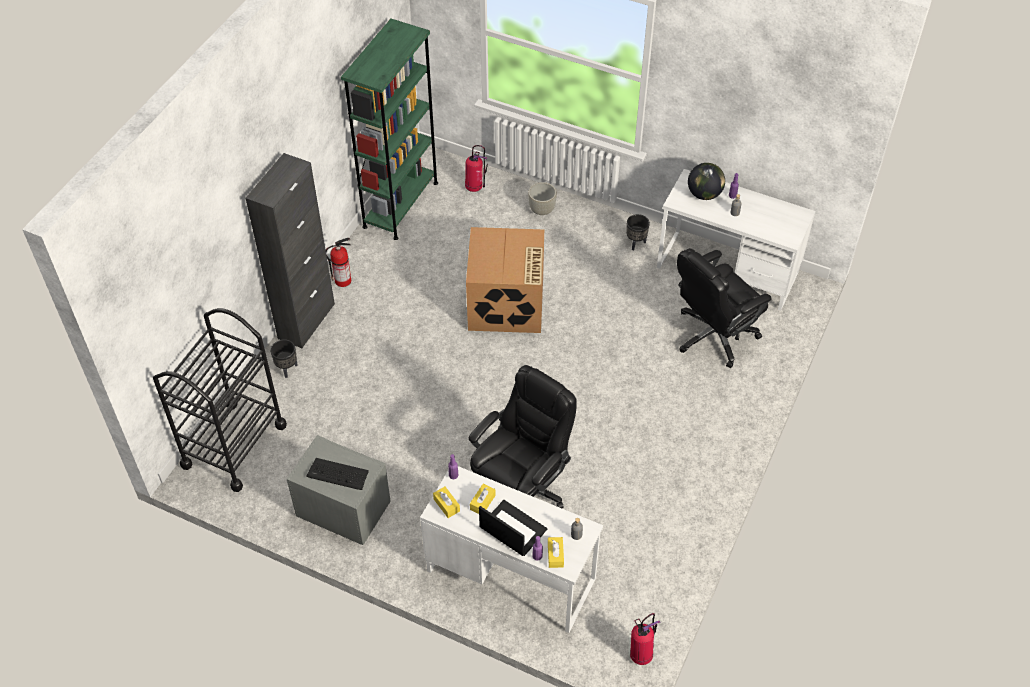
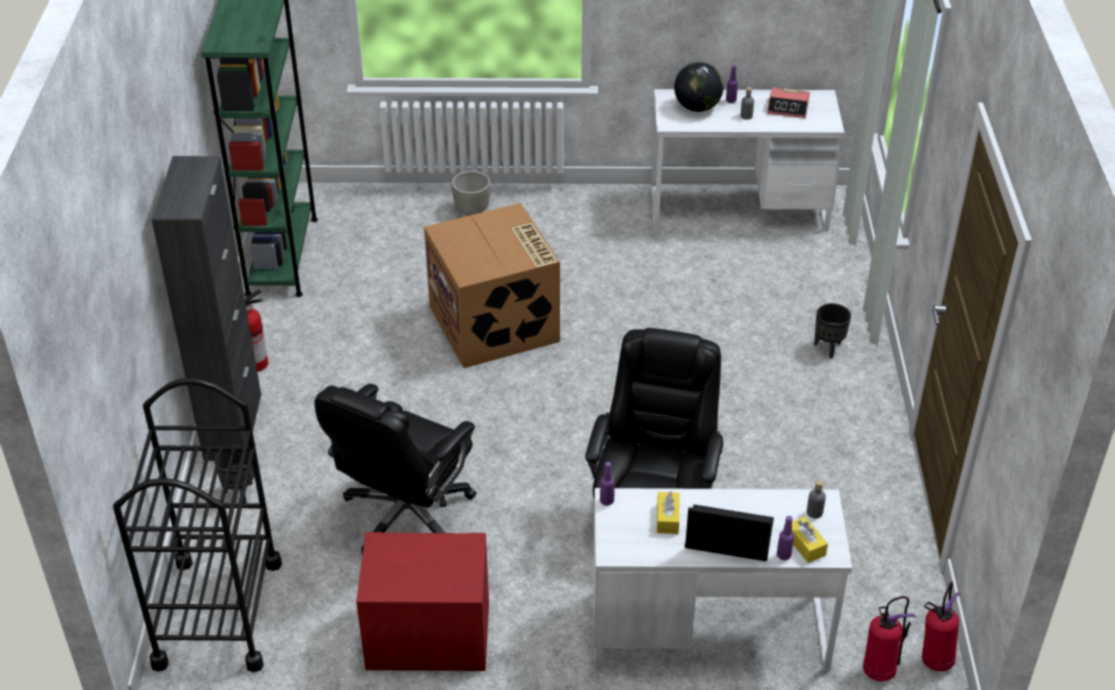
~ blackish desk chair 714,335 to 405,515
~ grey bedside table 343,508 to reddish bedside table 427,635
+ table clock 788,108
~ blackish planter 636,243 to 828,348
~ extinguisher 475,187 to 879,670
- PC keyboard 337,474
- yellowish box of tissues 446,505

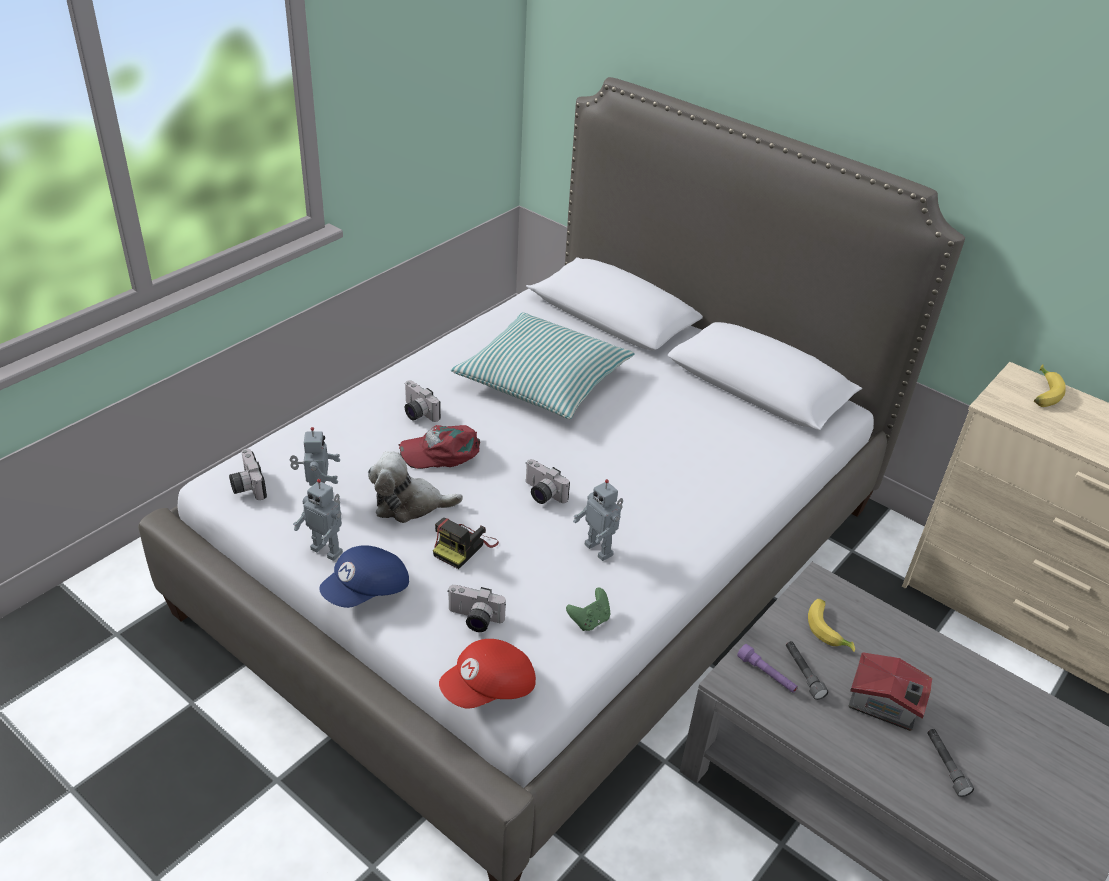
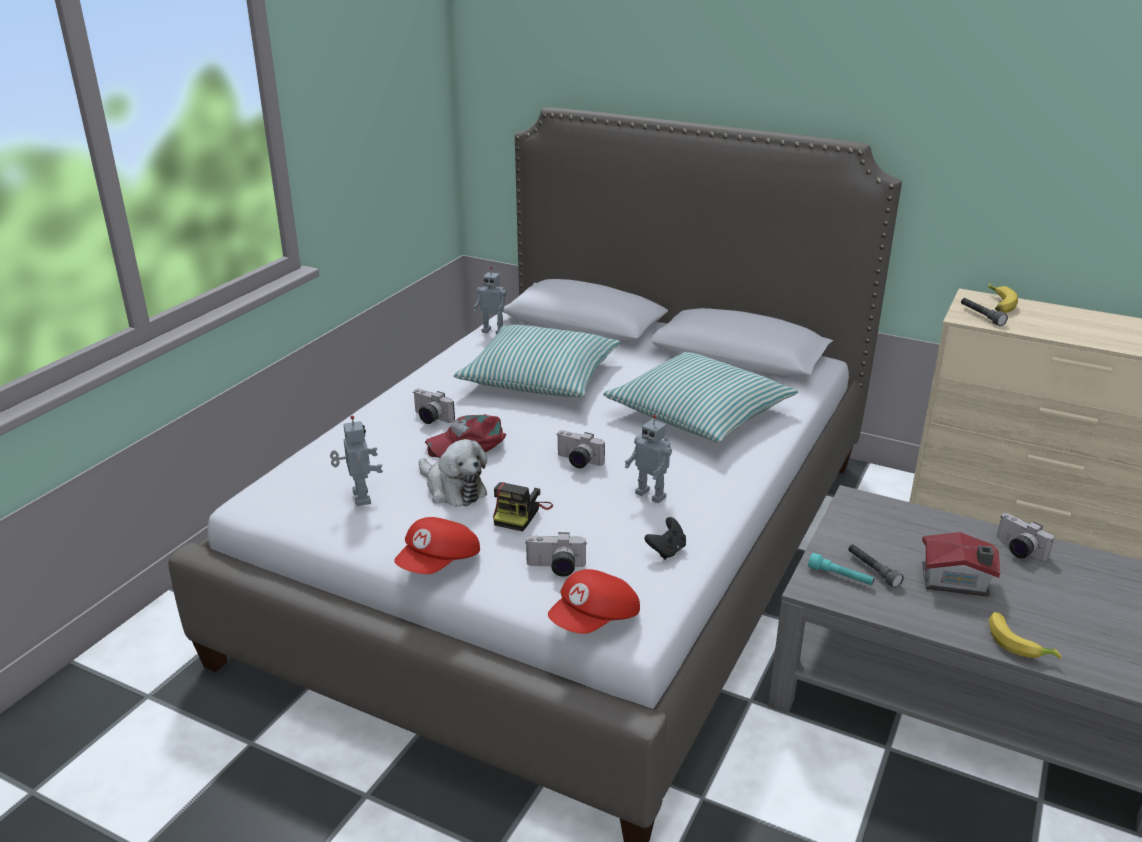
~ blue baseball cap 367,591 to reddish baseball cap 439,563
~ soft toy 409,504 = 453,489 120 degrees counterclockwise
~ model robot 328,550 to 494,331
+ cushion 699,413
~ green-coloured game controller 589,620 to blackish game controller 667,550
~ purplish hand torch 766,674 to turquoise hand torch 840,577
~ grey hand torch 945,766 to 981,316
~ banana fruit 829,630 to 1018,643
~ photo camera 246,485 to 1017,550

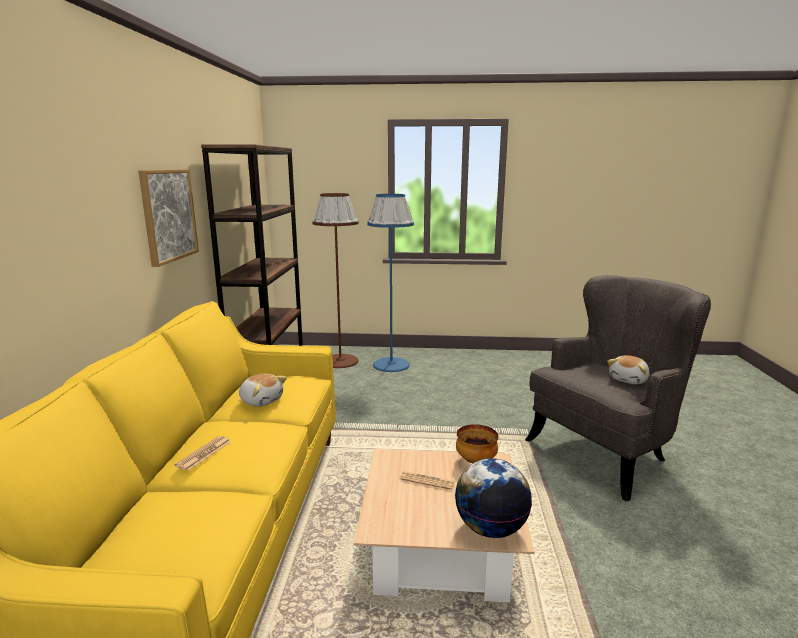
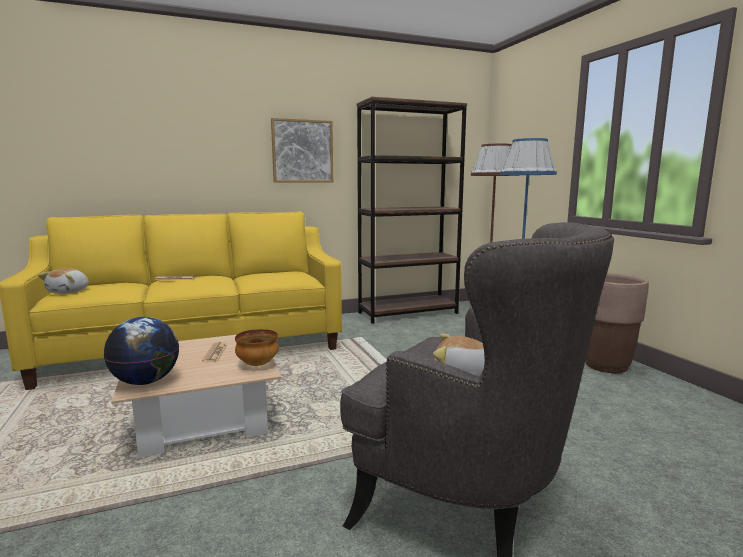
~ soft toy 261,400 to 69,292
+ brownish planter 606,366

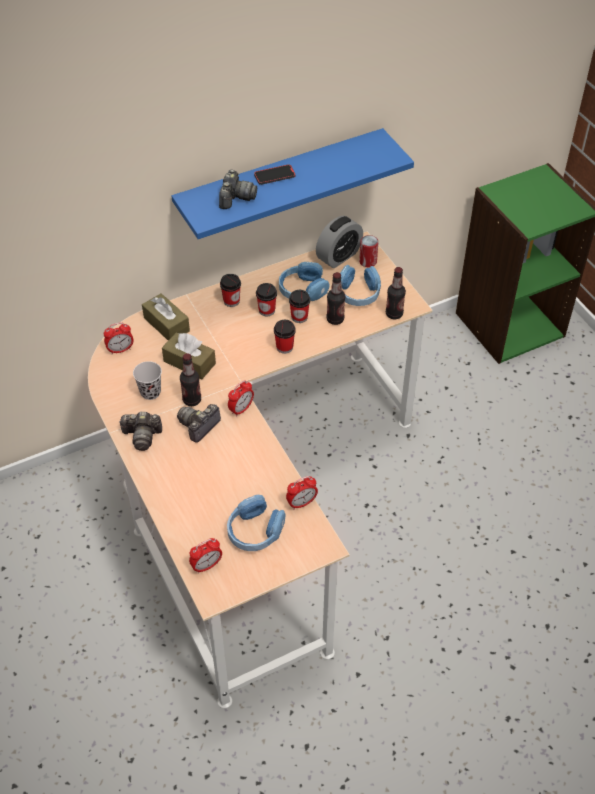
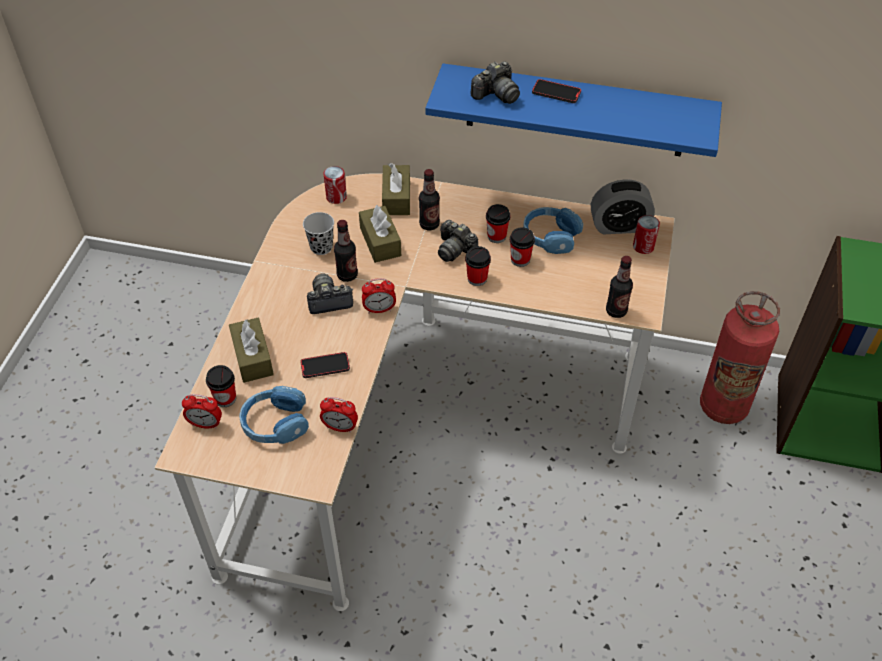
~ cup 231,301 to 225,398
+ brownish box of tissues 252,357
+ handset 325,366
~ table clock 120,350 to metal can 336,197
~ bottle 335,319 to 429,224
~ photo camera 142,436 to 455,249
+ extinguisher 723,406
- blue pair of headphones 358,293

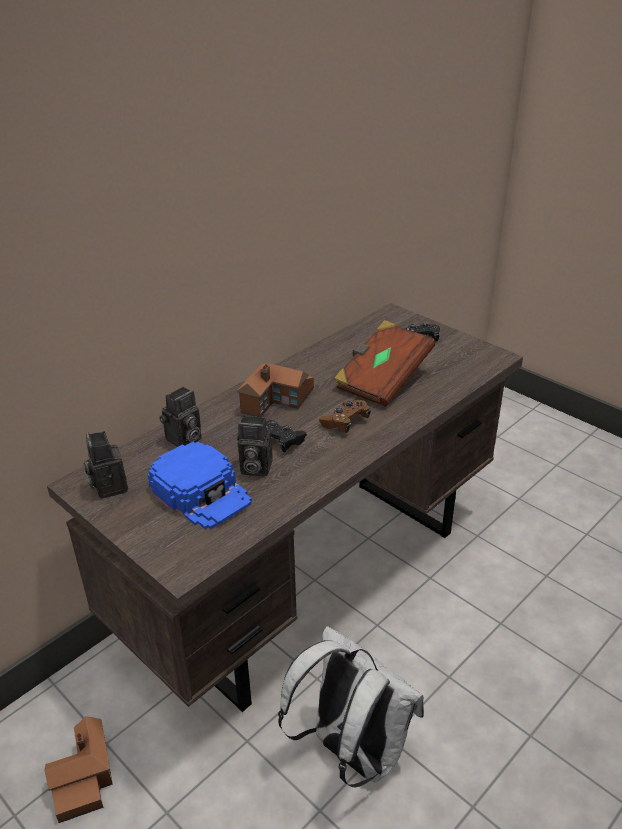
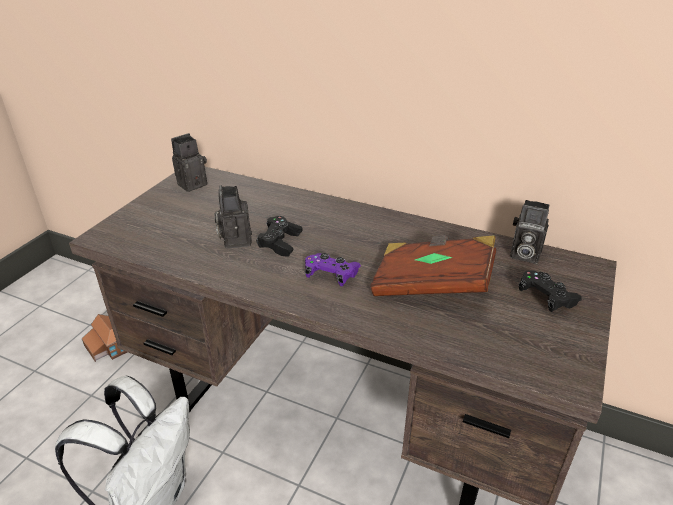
~ brownish game controller 345,422 to purplish game controller 331,275
~ photo camera 183,440 to 523,254
- blue baseball cap 201,492
- miniature house 277,400

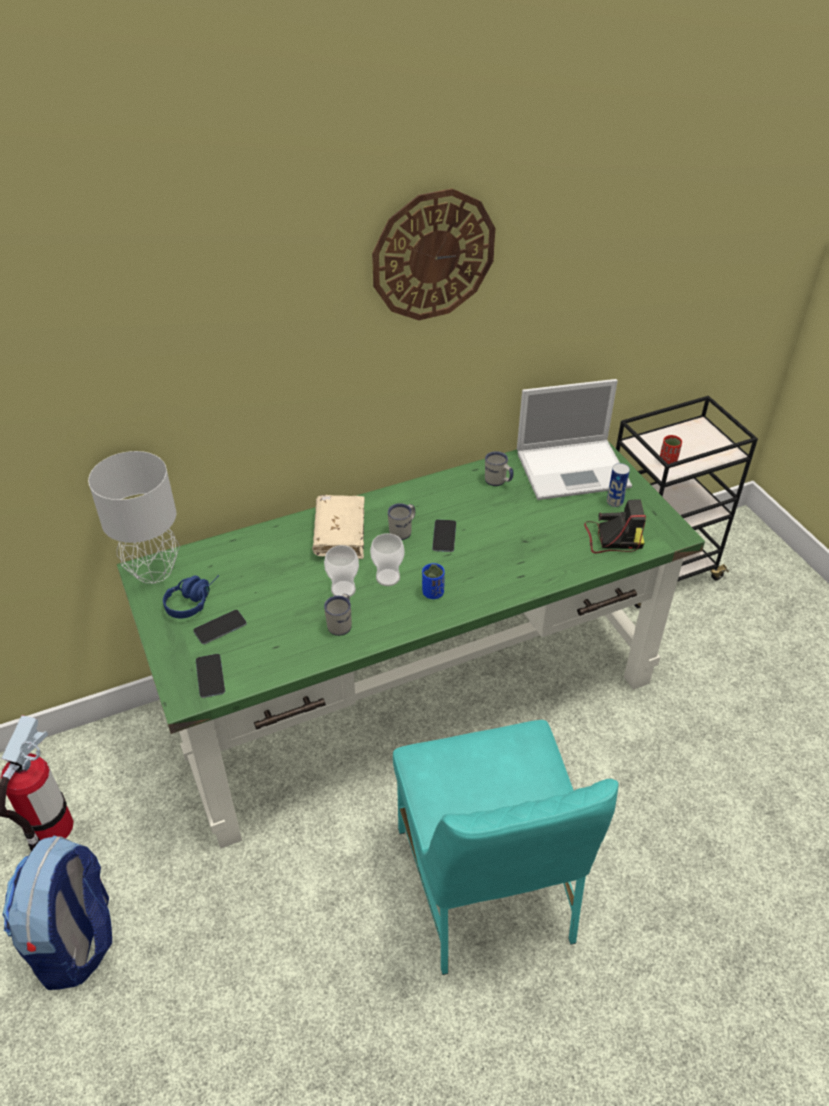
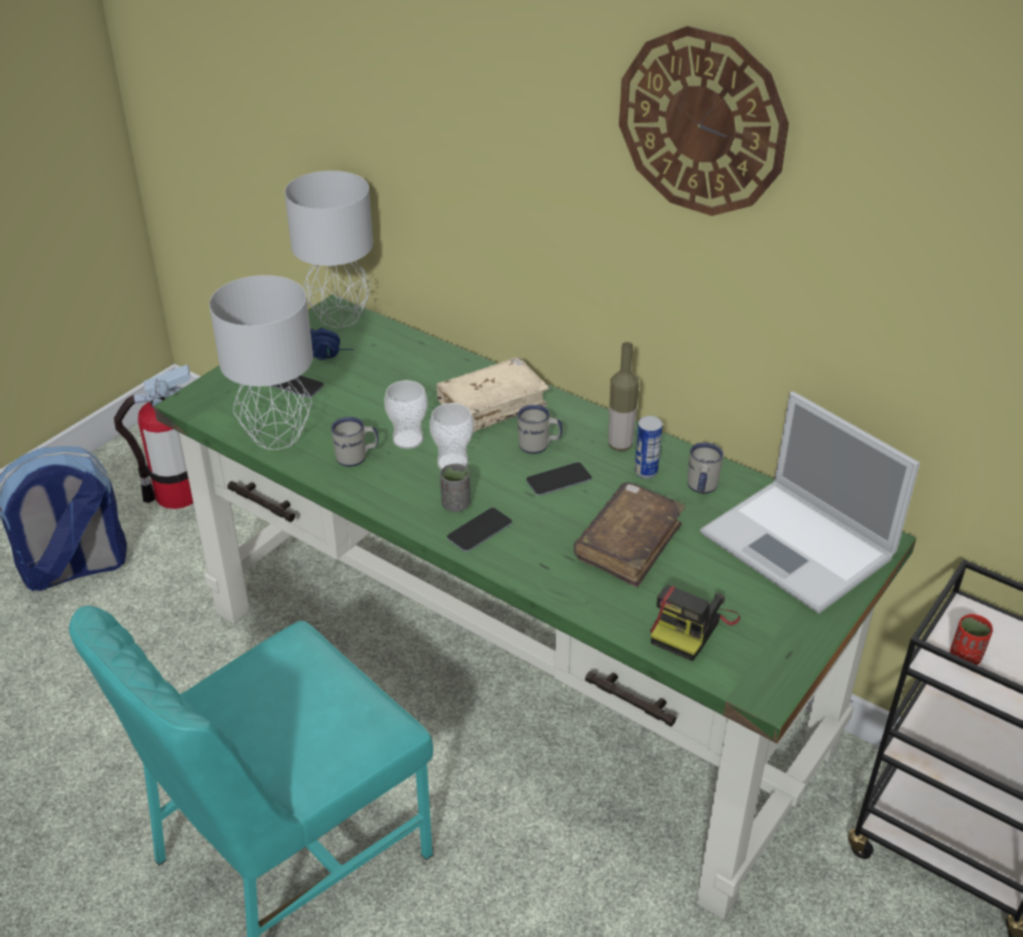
+ grey table lamp 277,437
~ blue cup 433,593 to grey cup 455,505
~ handset 210,676 to 479,530
+ brownish book 628,544
+ bottle 620,445
~ metal can 614,502 to 646,472
~ photo camera 612,538 = 691,626 60 degrees clockwise

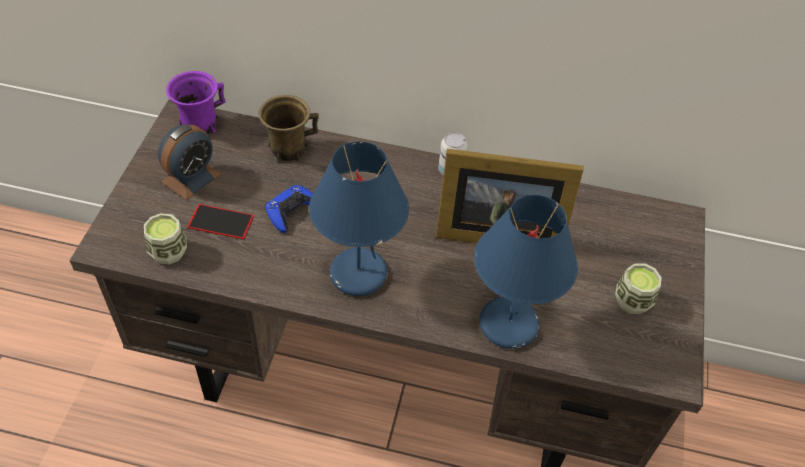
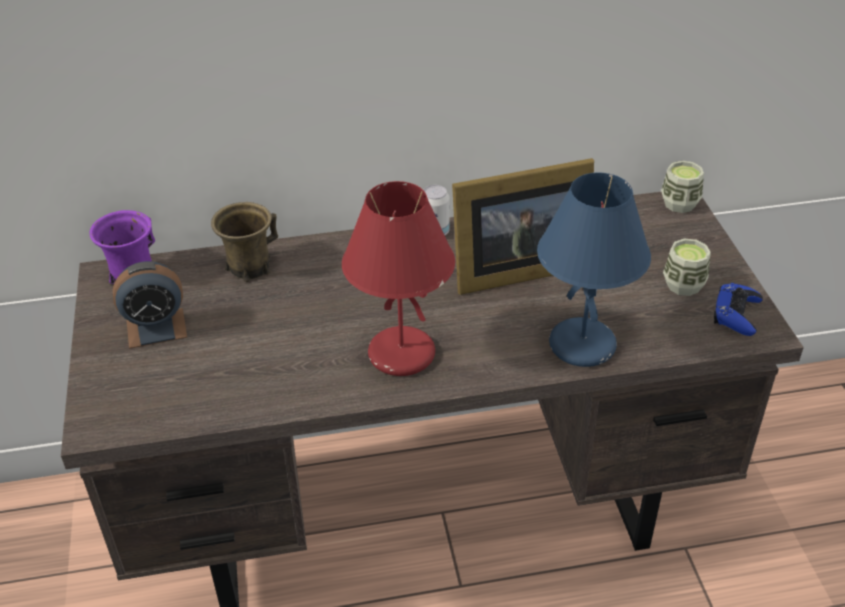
~ table clock 191,178 = 156,328 60 degrees clockwise
~ blue table lamp 357,274 to reddish table lamp 400,354
~ cup 168,252 to 679,204
~ blue game controller 292,212 to 736,314
- handset 220,222

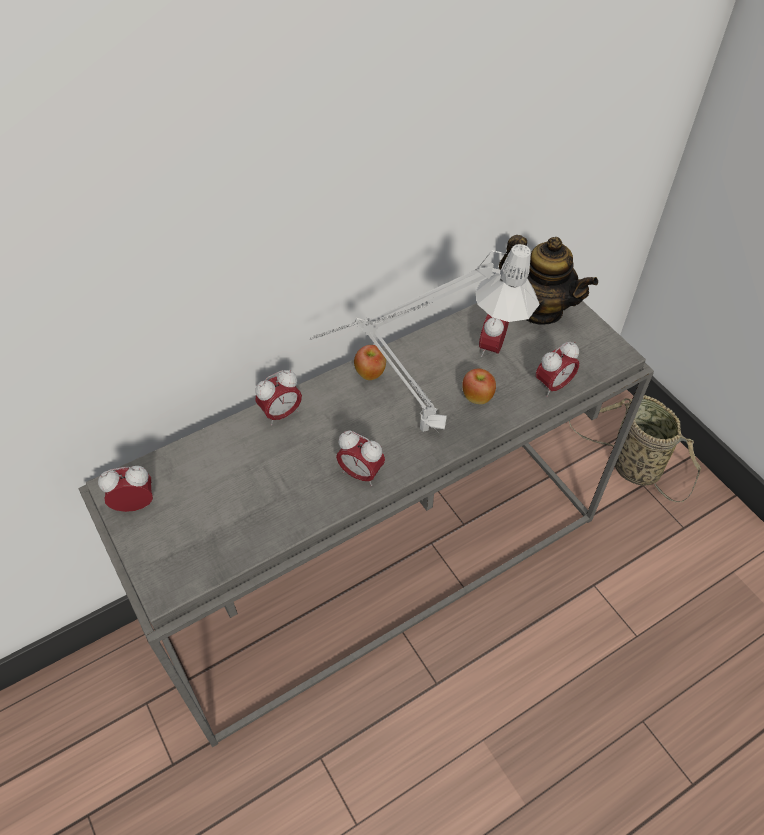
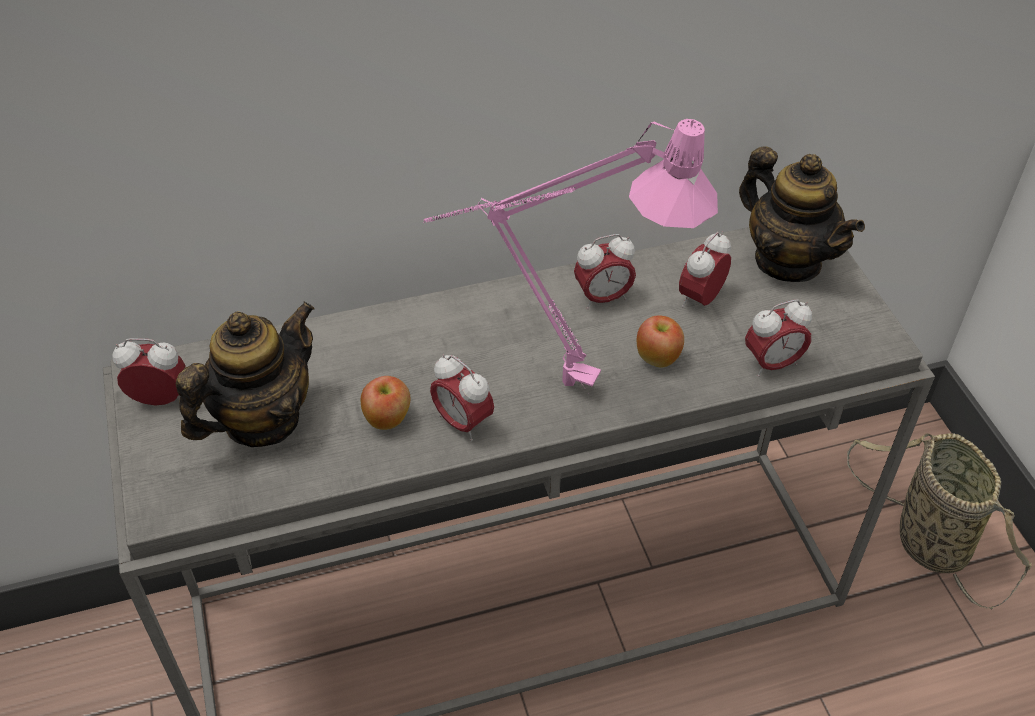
+ teapot 261,420
~ whole apple 371,373 to 388,419
~ grey table lamp 411,429 to pinkish table lamp 551,380
~ table clock 281,414 to 603,298

